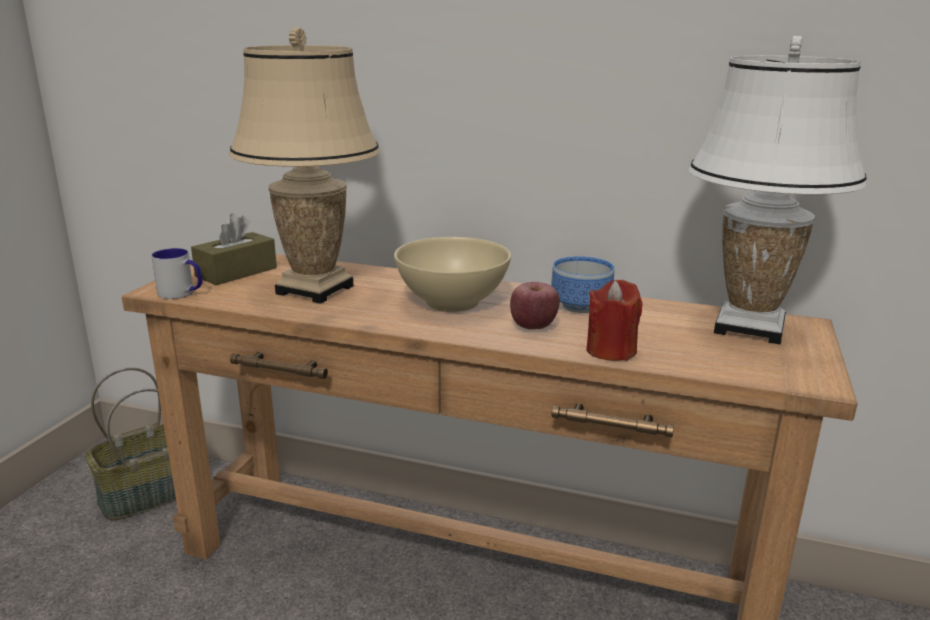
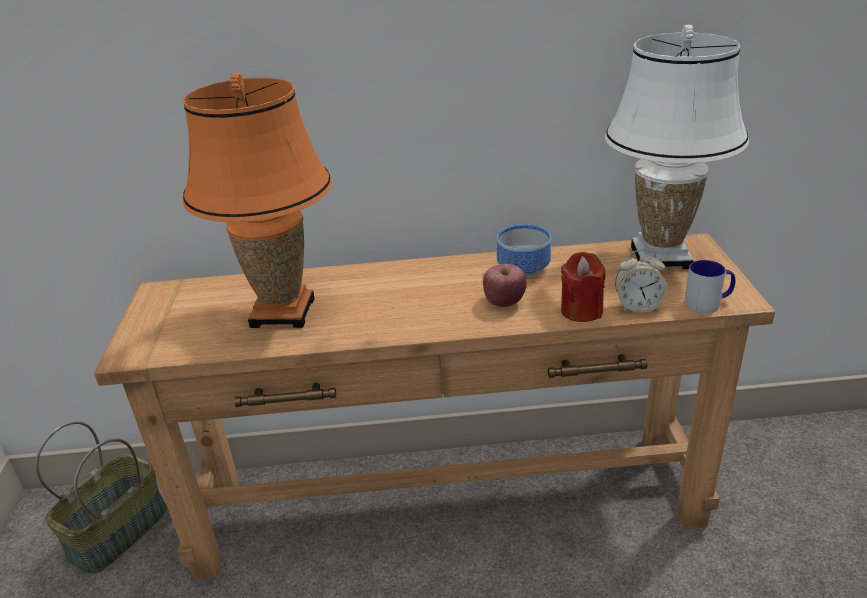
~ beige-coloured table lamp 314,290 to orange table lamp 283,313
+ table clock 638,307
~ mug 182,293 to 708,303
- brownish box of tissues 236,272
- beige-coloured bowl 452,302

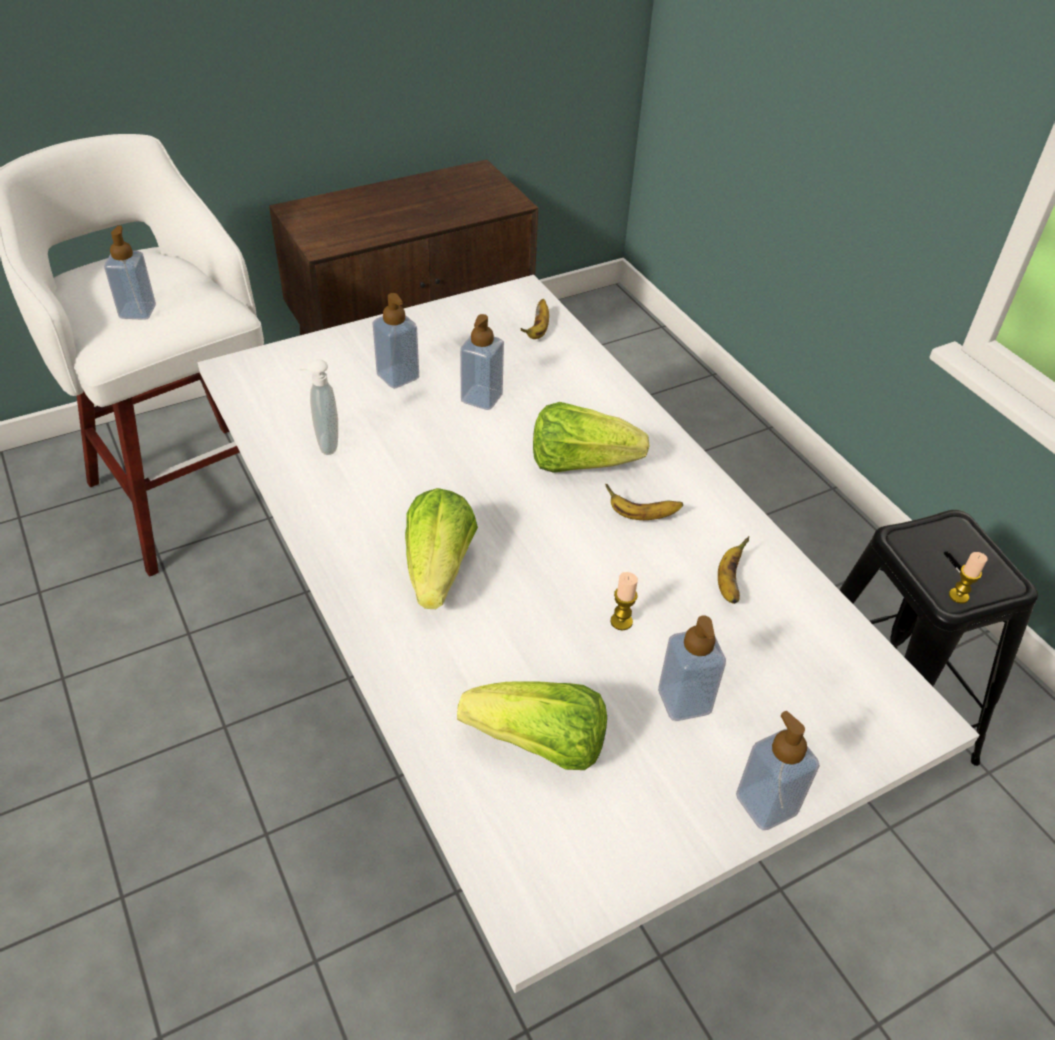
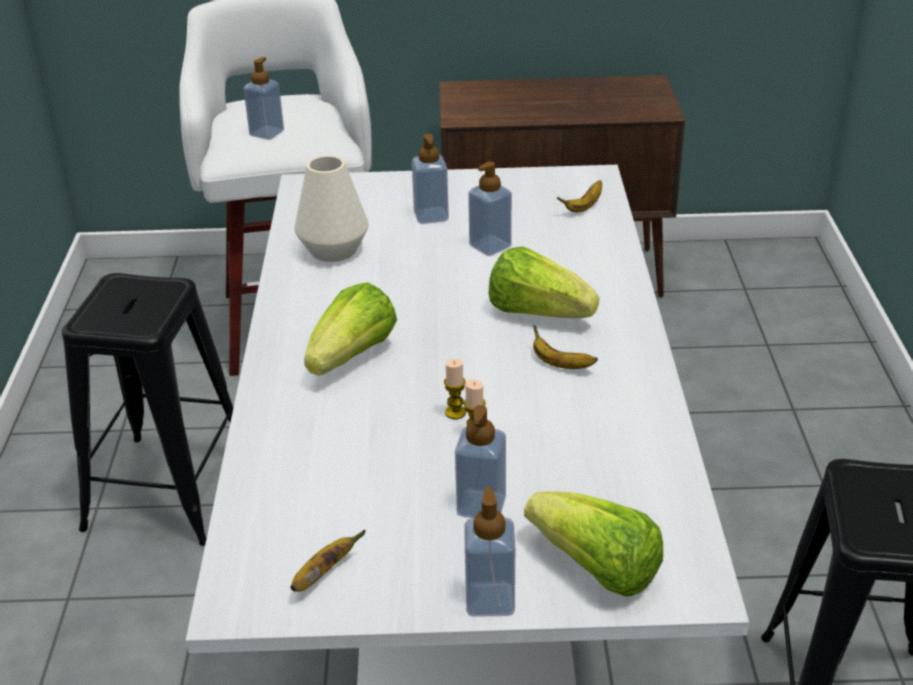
+ blackish stool seat 168,489
~ banana fruit 728,582 to 323,574
~ soap bottle 325,444 to white decorative vase 334,250
~ candle 958,596 to 455,412
~ head of lettuce 539,745 to 595,568

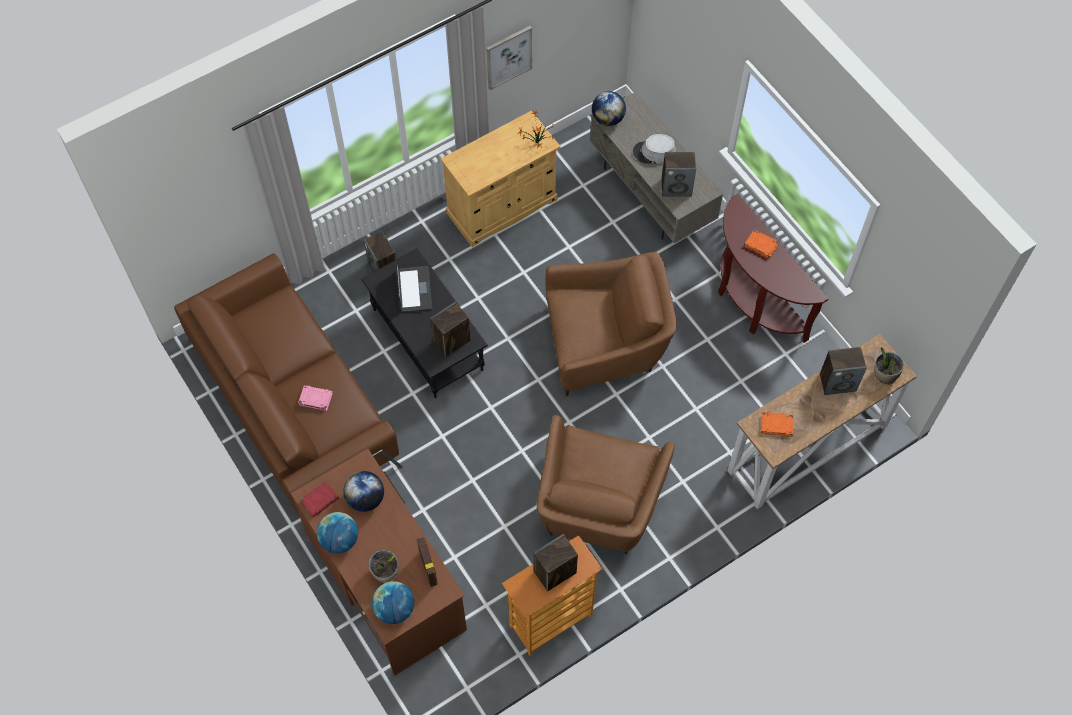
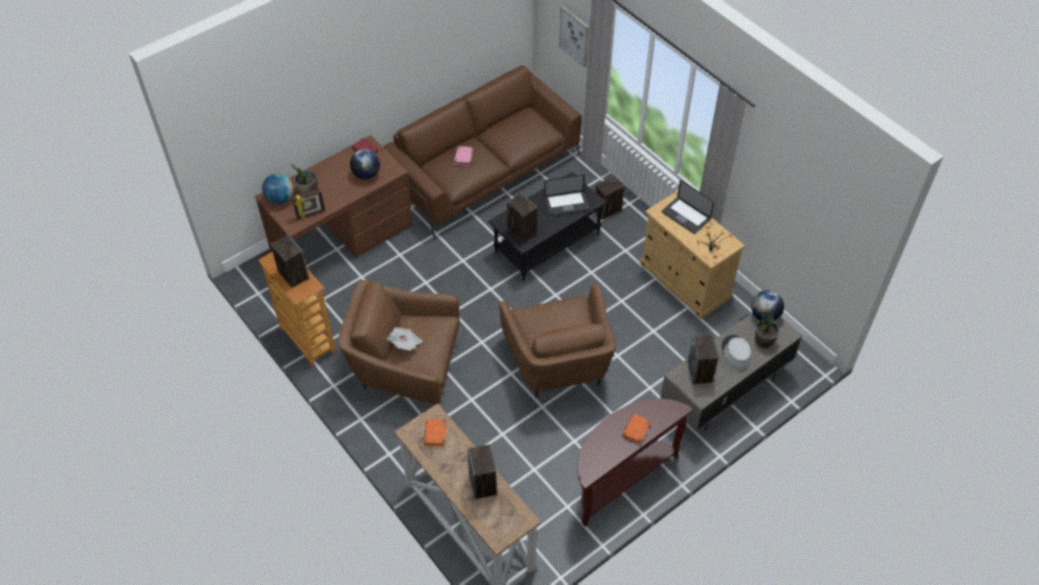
+ newspaper 405,343
~ picture 508,57 to 575,36
+ notebook computer 685,216
~ plant in a pot 884,375 to 763,341
- world globe 340,539

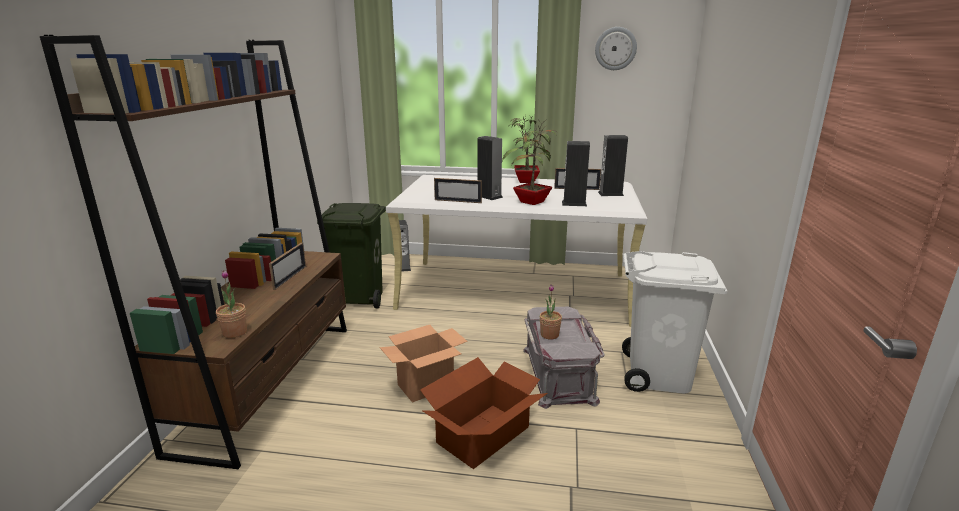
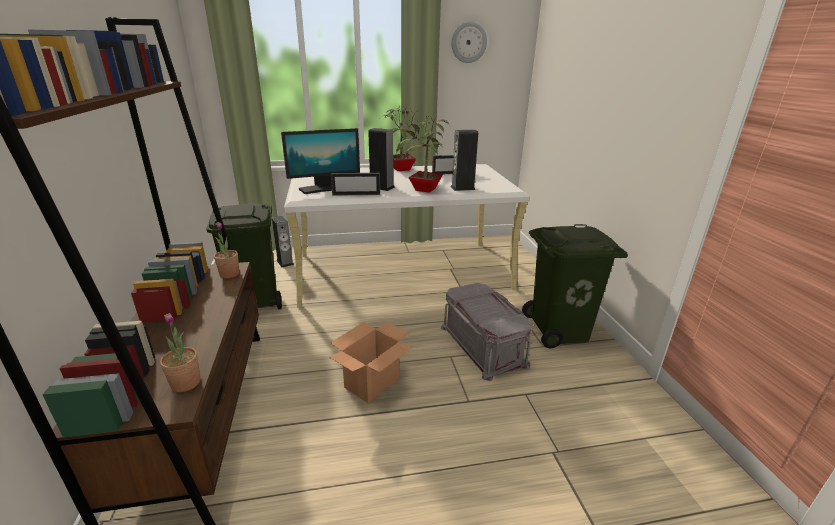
~ plant in a pot 549,335 to 229,274
+ computer display 325,189
~ white trash can 659,376 to green-coloured trash can 559,330
- picture frame 290,277
- packing box 482,434
- loudspeaker 610,194

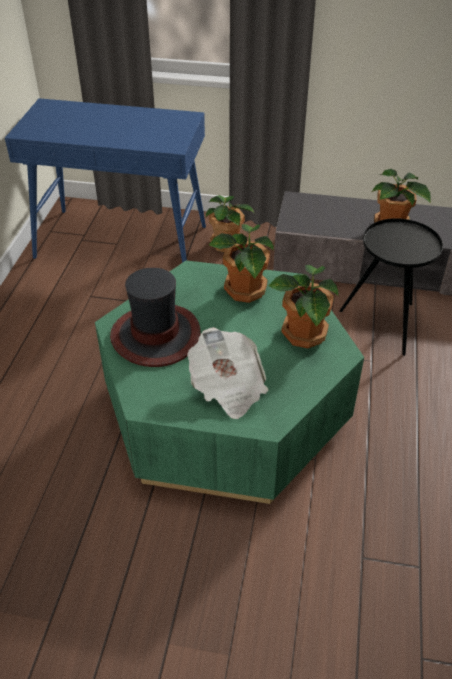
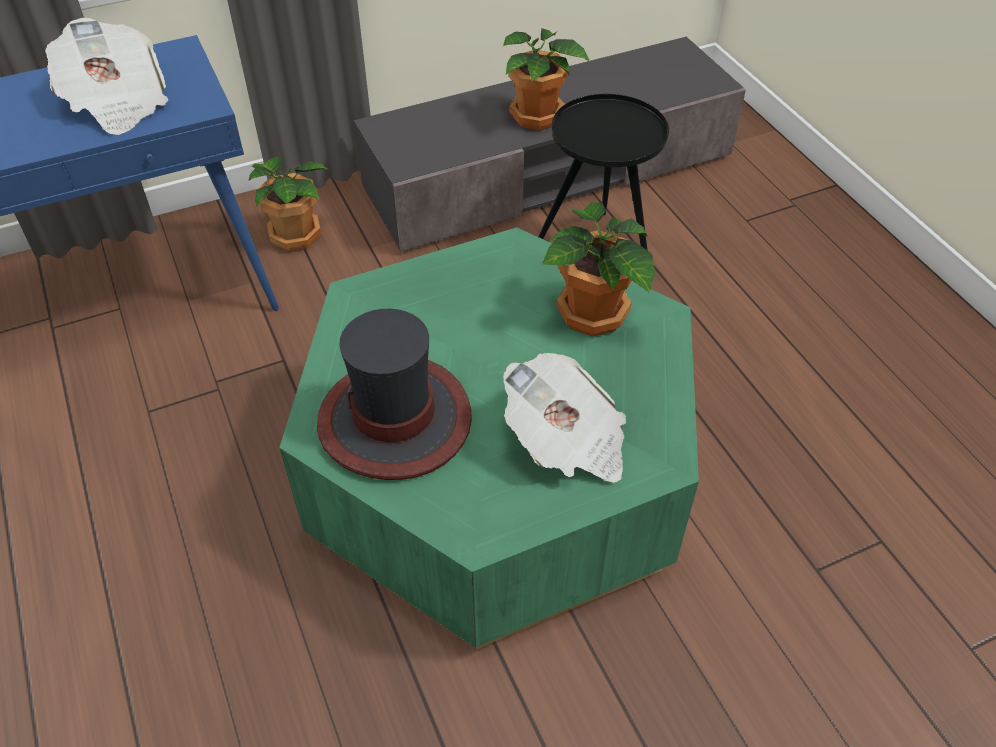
+ newspaper 116,103
- plant in a pot 244,291

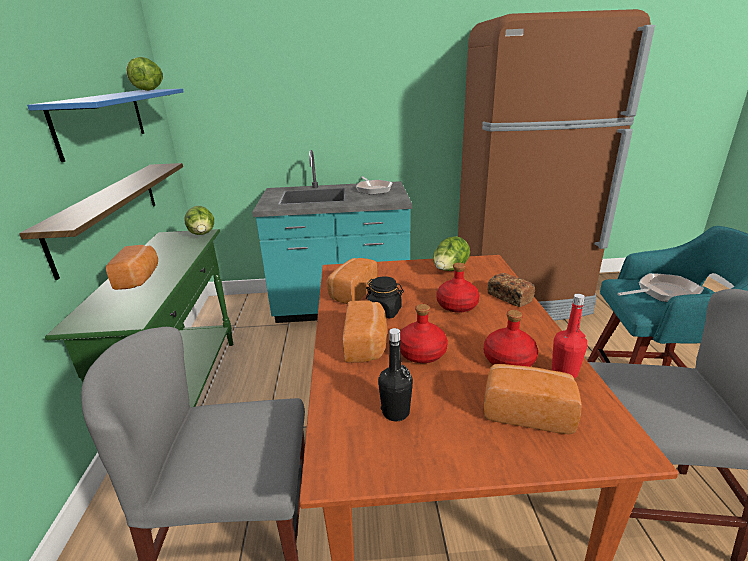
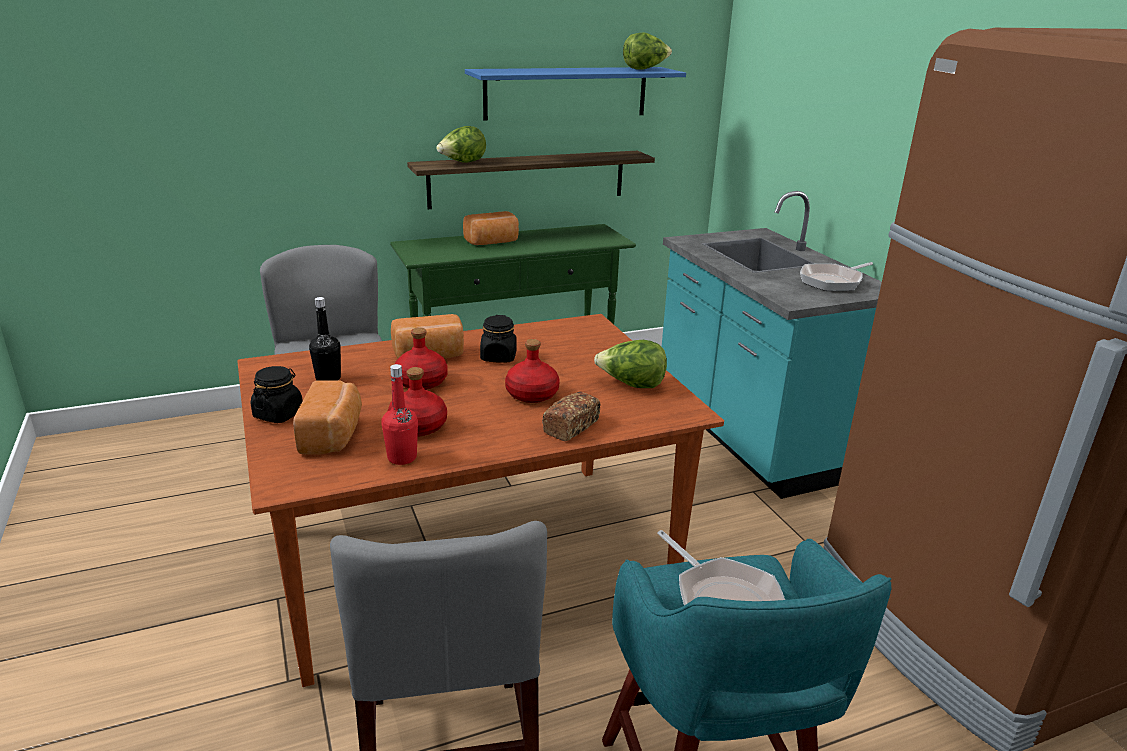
+ blackish preserve jar 278,414
~ head of lettuce 203,235 to 462,163
- bread 351,292

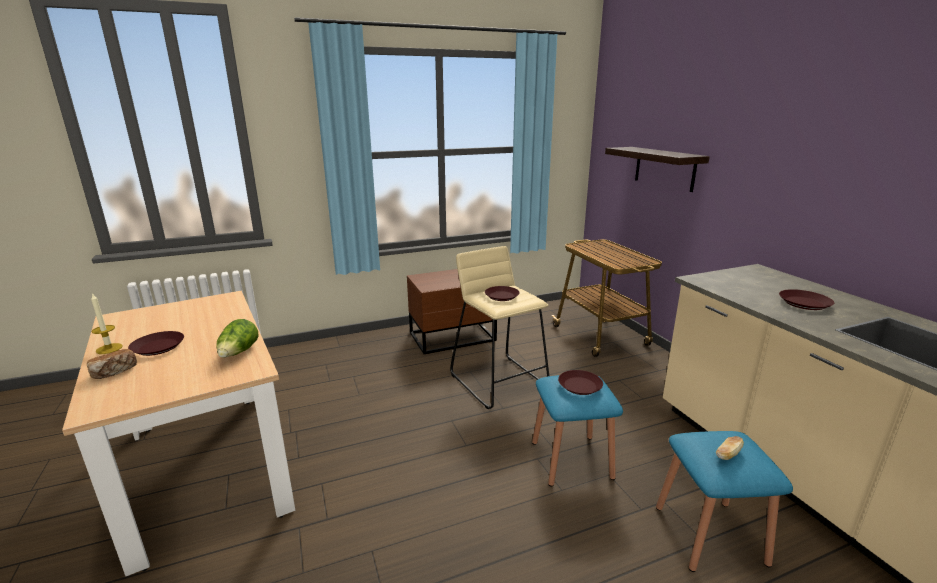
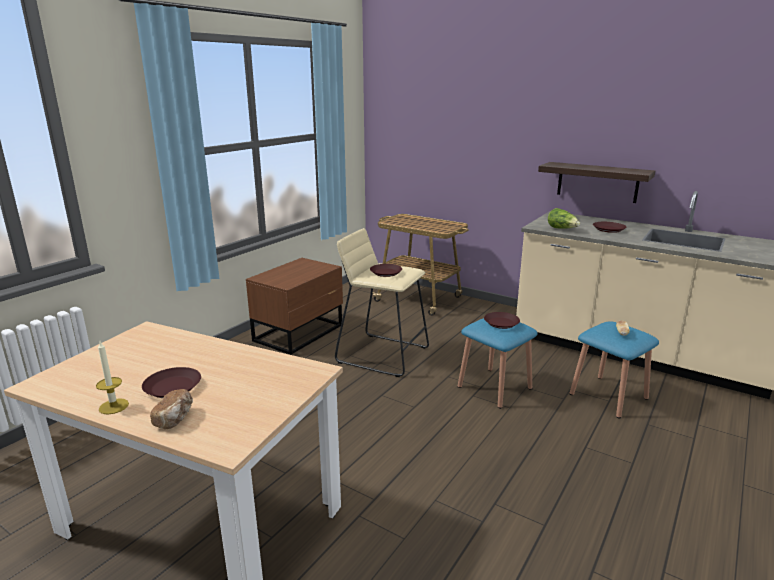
~ shelf 664,168 to 597,182
~ head of lettuce 239,353 to 562,229

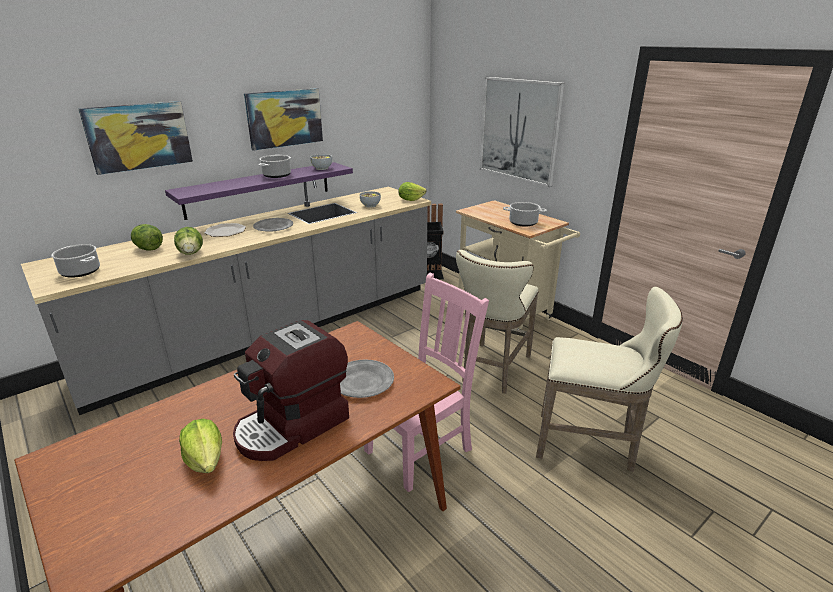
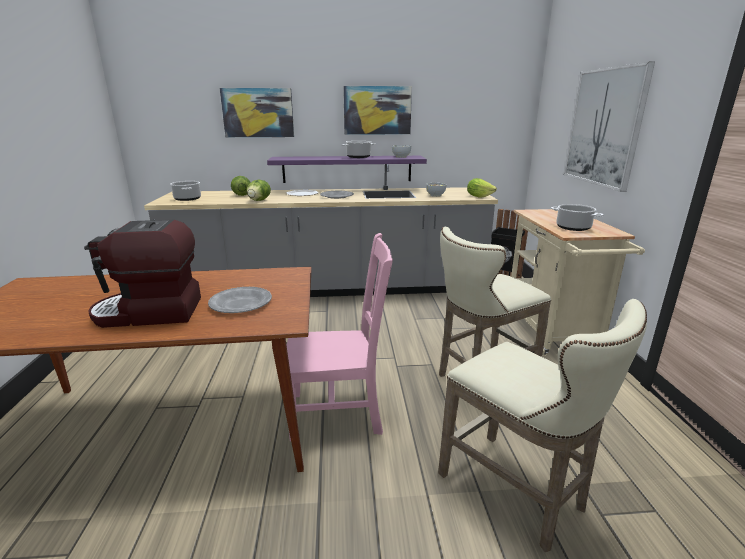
- head of lettuce 206,460

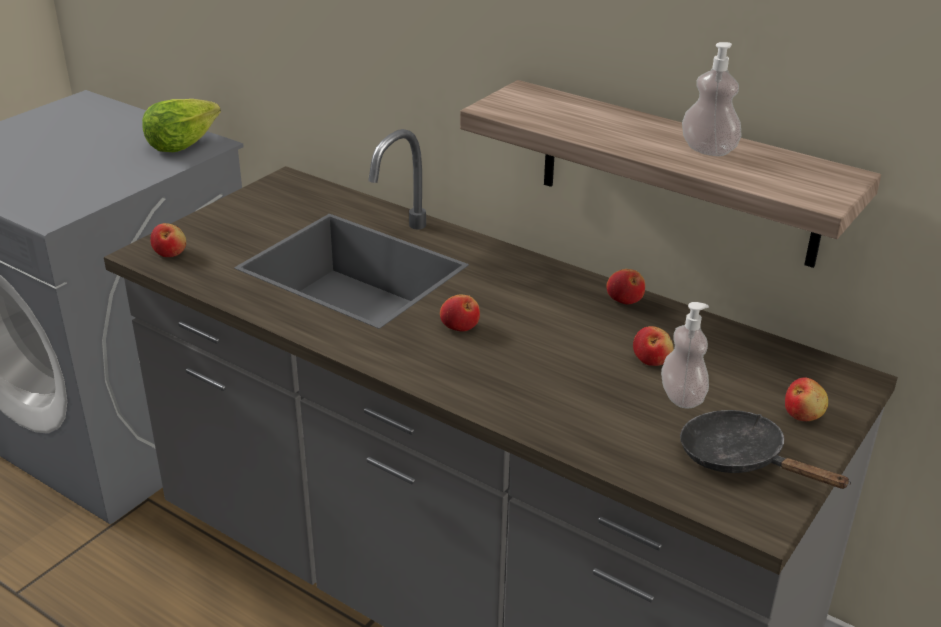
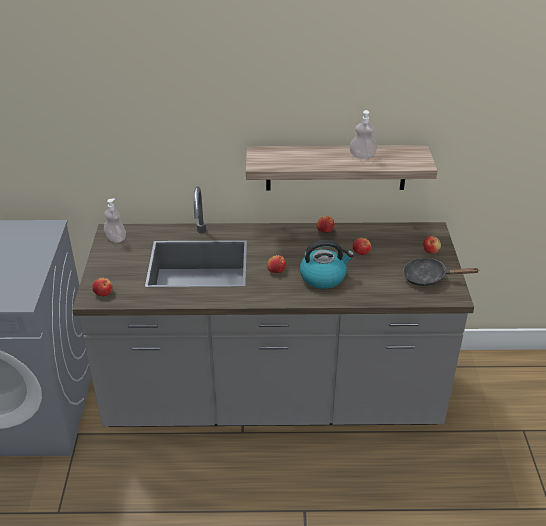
~ soap bottle 682,397 to 116,238
+ kettle 323,277
- head of lettuce 182,143

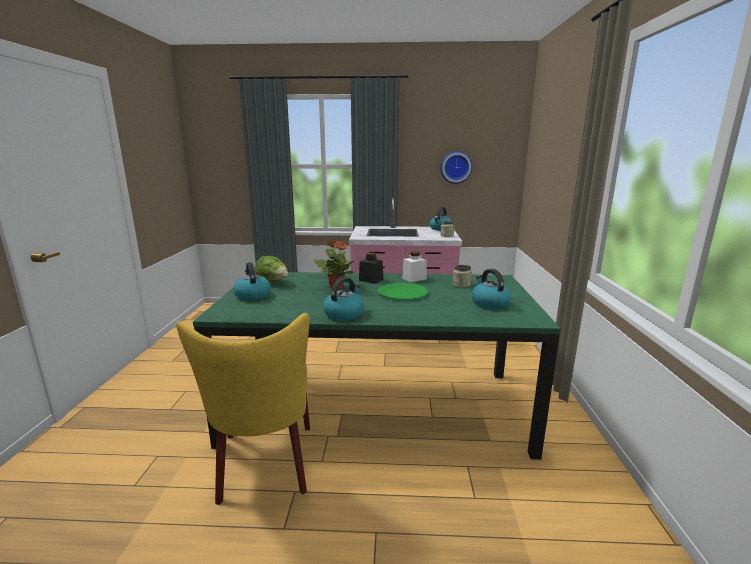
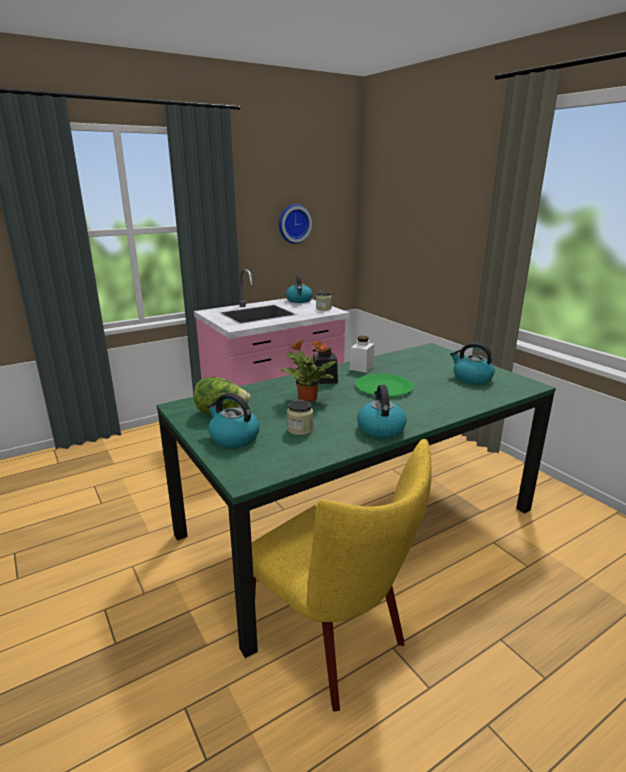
~ preserve jar 461,284 to 300,429

